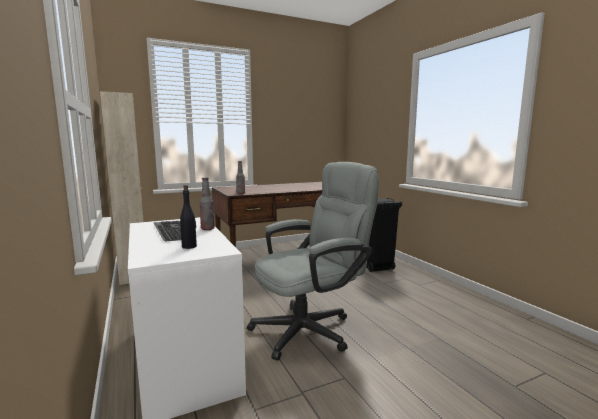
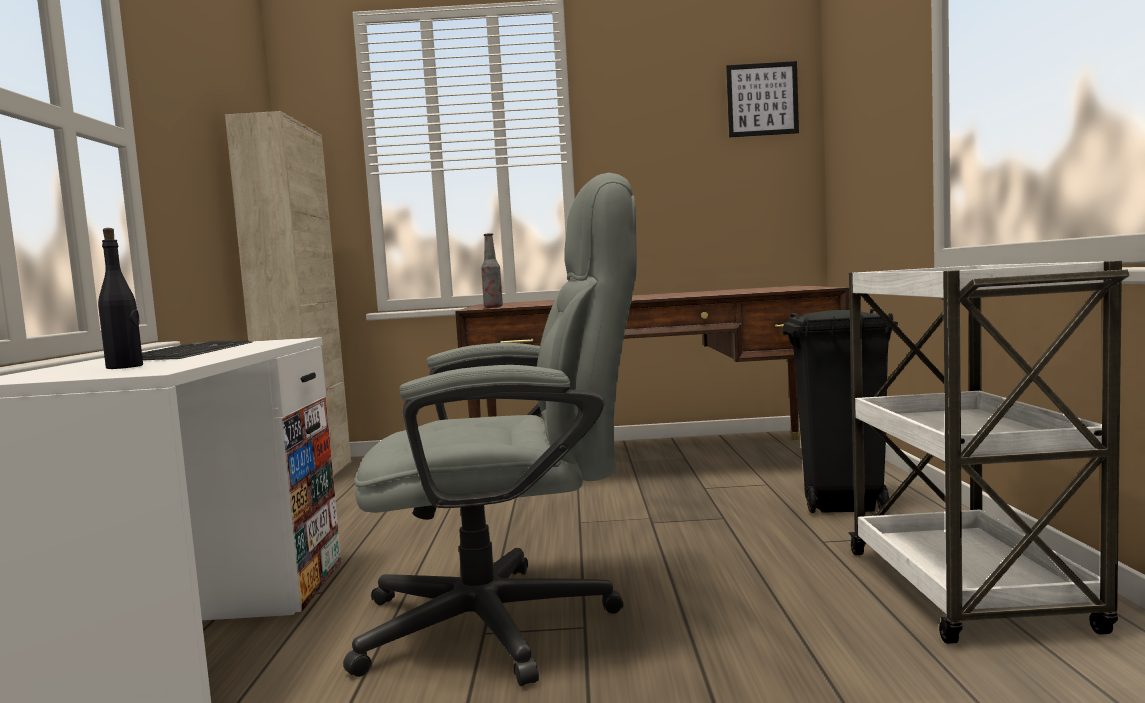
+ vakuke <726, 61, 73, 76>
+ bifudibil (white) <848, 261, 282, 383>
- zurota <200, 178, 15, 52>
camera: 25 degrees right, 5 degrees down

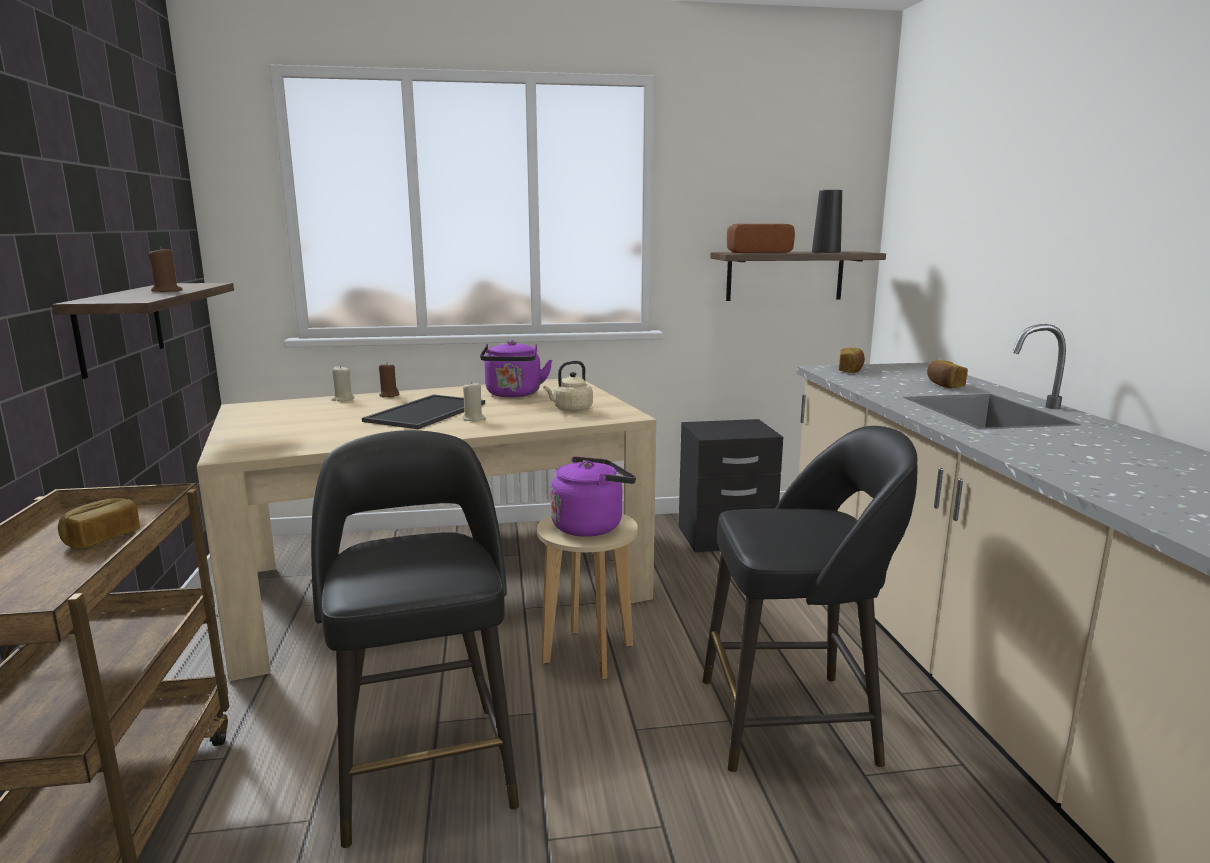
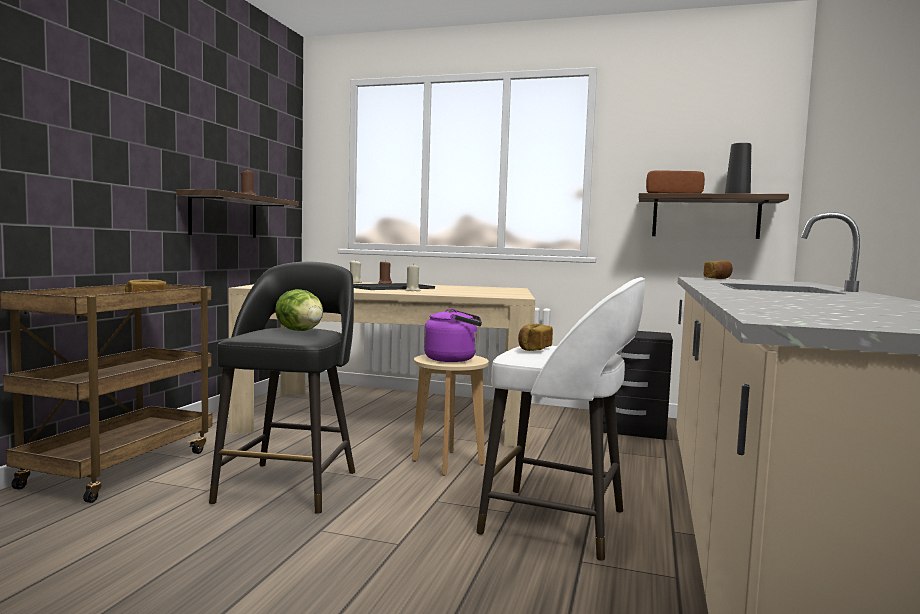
+ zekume <275, 289, 48, 42>
~ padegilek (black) <703, 426, 214, 346> to padegilek (white) <476, 277, 169, 284>
~ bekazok <927, 360, 41, 28> to <518, 324, 35, 27>
- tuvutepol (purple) <480, 340, 72, 57>
- tuvutepol (beige) <543, 361, 50, 51>
camera: 25 degrees right, 10 degrees down

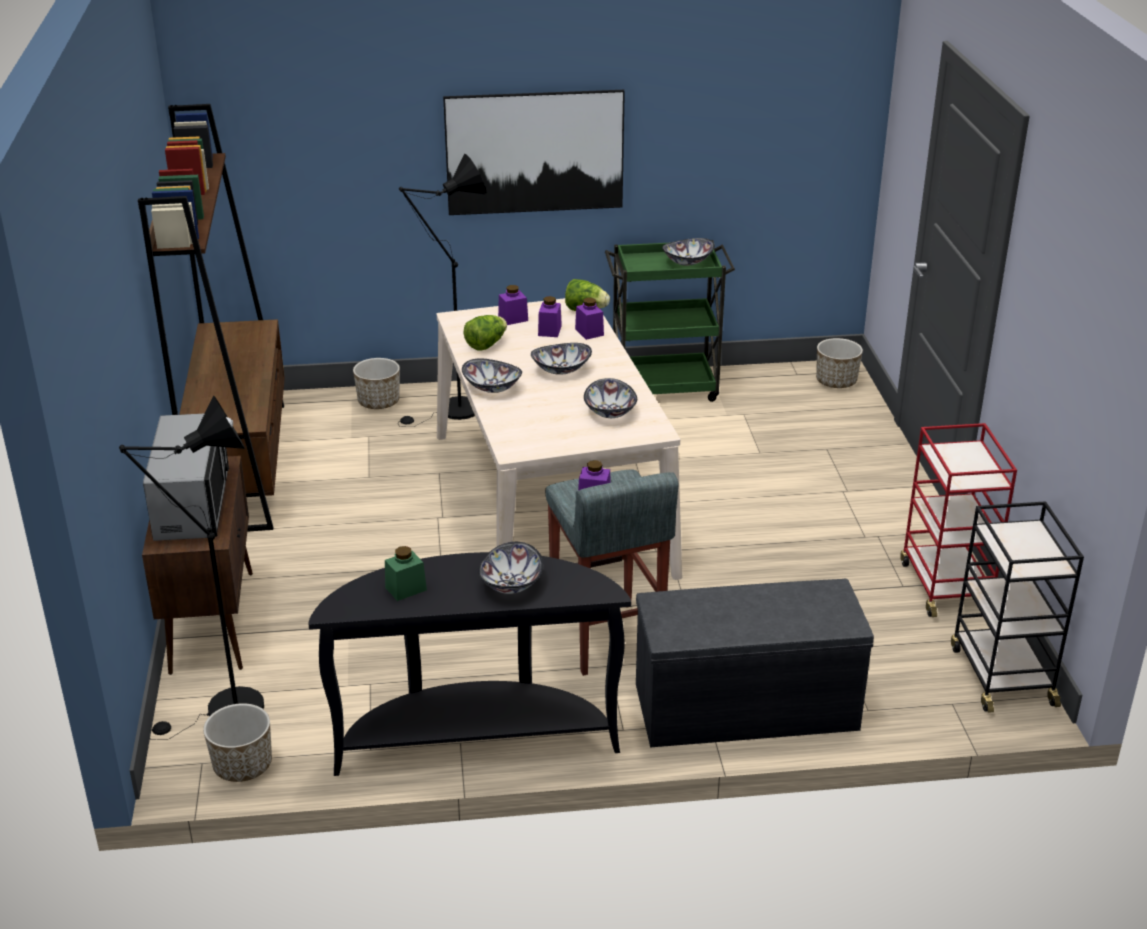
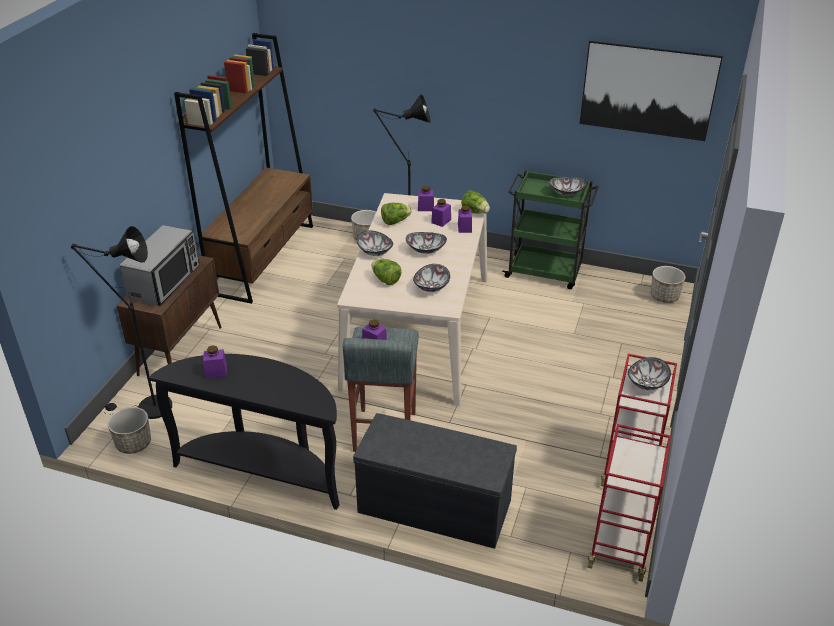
~ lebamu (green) <385, 546, 42, 55> to lebamu (purple) <203, 345, 24, 33>
+ zekume <371, 259, 30, 26>
~ vakuke <443, 90, 182, 125> to <580, 41, 143, 100>
~ bifudibil (black) <951, 501, 133, 212> to bifudibil (red) <588, 424, 83, 158>
~ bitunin <478, 542, 66, 52> to <628, 357, 43, 33>
camera: 25 degrees right, 5 degrees up

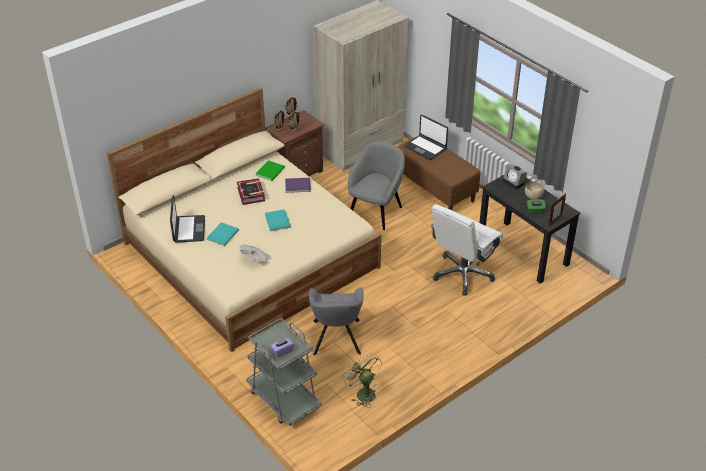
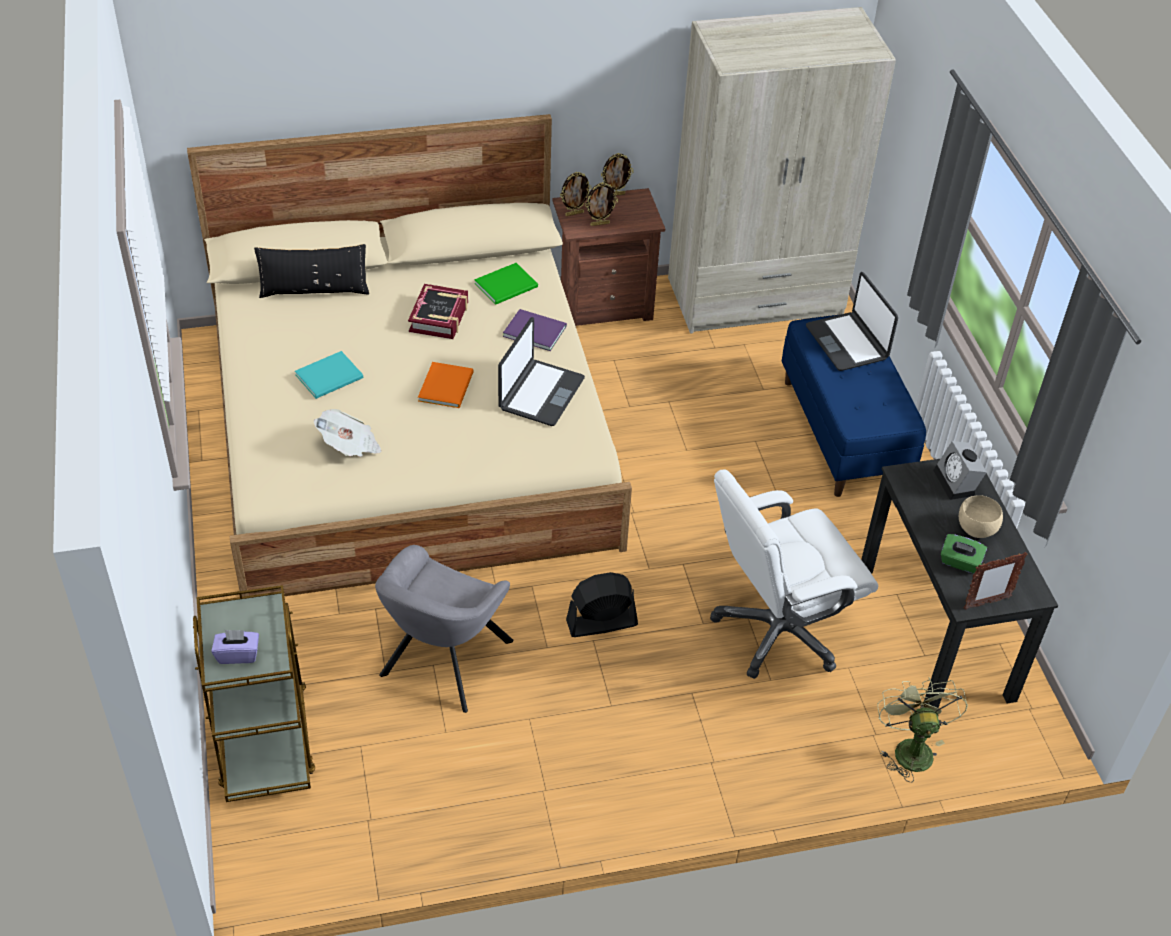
~ bifudibil (grey) <246, 318, 76, 108> to bifudibil (brown) <193, 585, 122, 217>
+ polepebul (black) <254, 244, 115, 54>
~ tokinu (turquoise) <265, 210, 26, 21> to tokinu (orange) <418, 362, 56, 46>
~ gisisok <170, 195, 35, 47> to <498, 317, 87, 109>
+ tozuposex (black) <566, 572, 72, 65>
~ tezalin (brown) <398, 138, 82, 72> to tezalin (blue) <782, 314, 144, 183>
~ tozuposex (green) <342, 353, 40, 55> to <877, 677, 91, 105>
- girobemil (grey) <348, 141, 57, 89>
camera: 25 degrees right, 5 degrees up

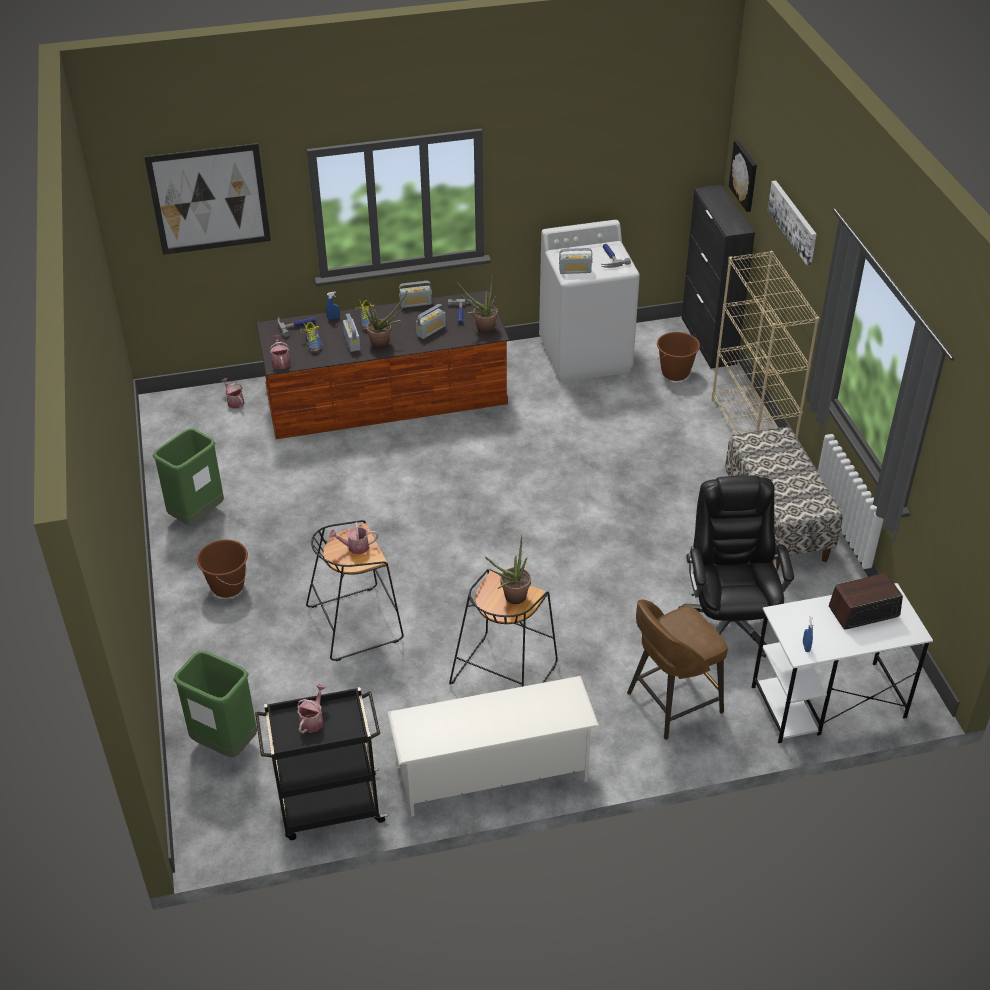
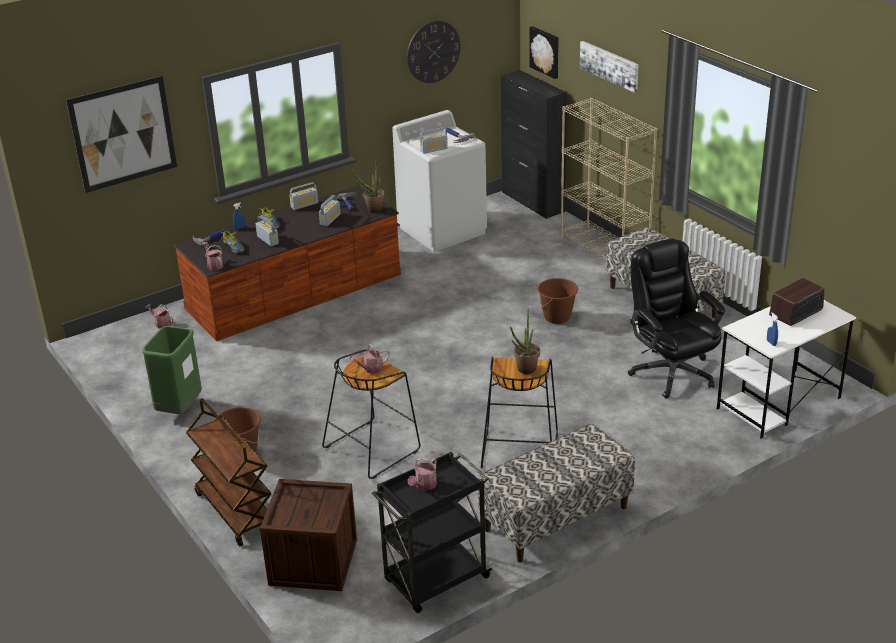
+ bifudibil (brown) <186, 398, 85, 148>
~ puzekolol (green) <174, 651, 83, 106> to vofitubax <260, 479, 97, 112>
+ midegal <407, 21, 54, 62>
~ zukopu <297, 684, 29, 49> = <408, 457, 29, 34> 150 degrees counterclockwise
~ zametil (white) <387, 676, 212, 140> to tezalin <478, 424, 157, 138>
~ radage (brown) <657, 332, 43, 49> to <537, 278, 41, 46>
- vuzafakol <366, 292, 41, 57>
- padegilek (brown) <627, 600, 101, 140>
camera: 20 degrees left, 10 degrees down

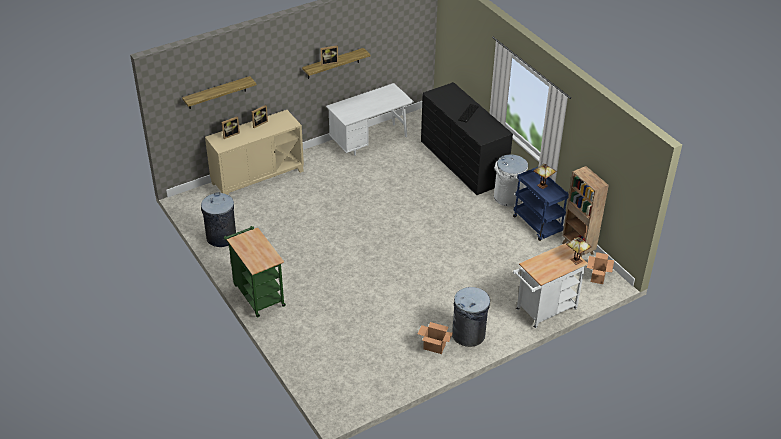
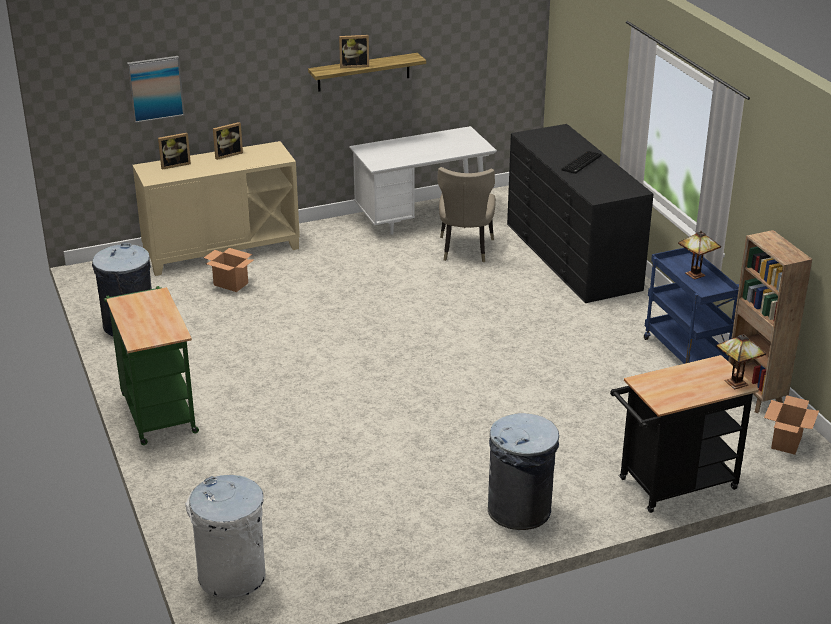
~ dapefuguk <182, 76, 74, 33> to vakuke <127, 56, 58, 67>
~ puzekolol (white) <494, 154, 34, 52> to <185, 475, 81, 124>
~ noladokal <418, 322, 35, 32> to <204, 248, 50, 44>
+ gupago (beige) <437, 167, 59, 95>
~ bifudibil (white) <513, 243, 75, 85> to bifudibil (black) <610, 355, 149, 158>
camera: 10 degrees right, 10 degrees down

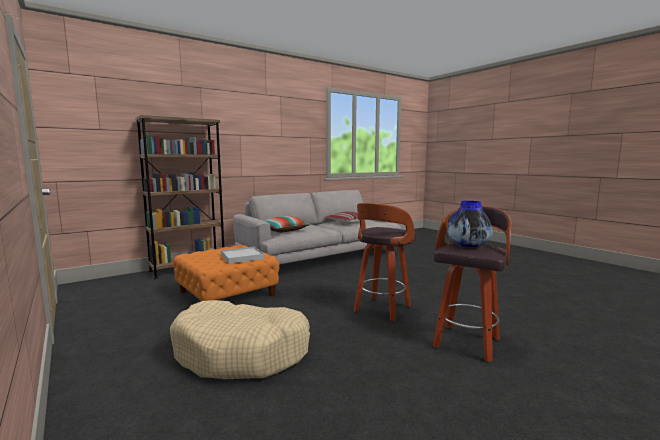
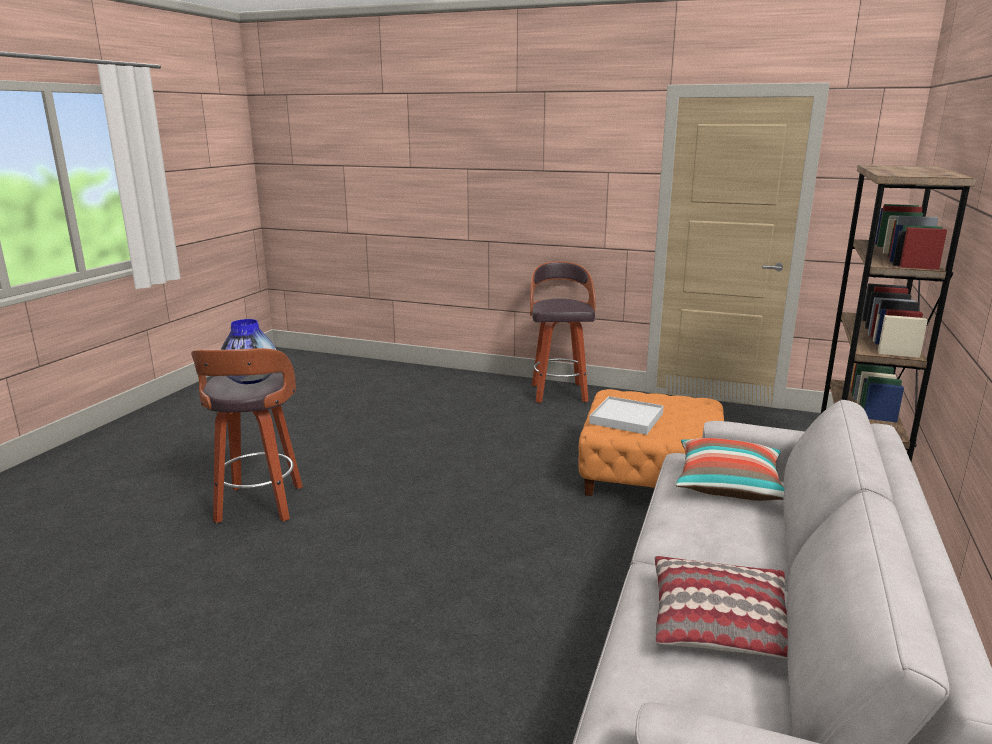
~ padegilek <354, 203, 62, 118> to <530, 261, 66, 142>
- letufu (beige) <170, 300, 140, 79>
camera: 145 degrees right, 10 degrees up

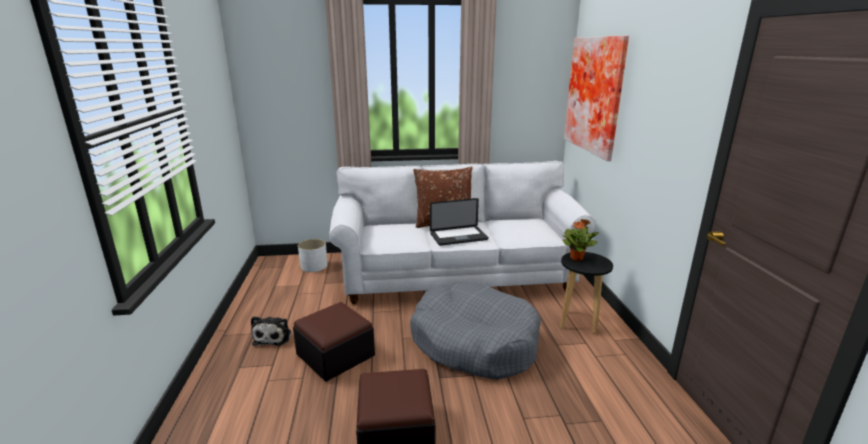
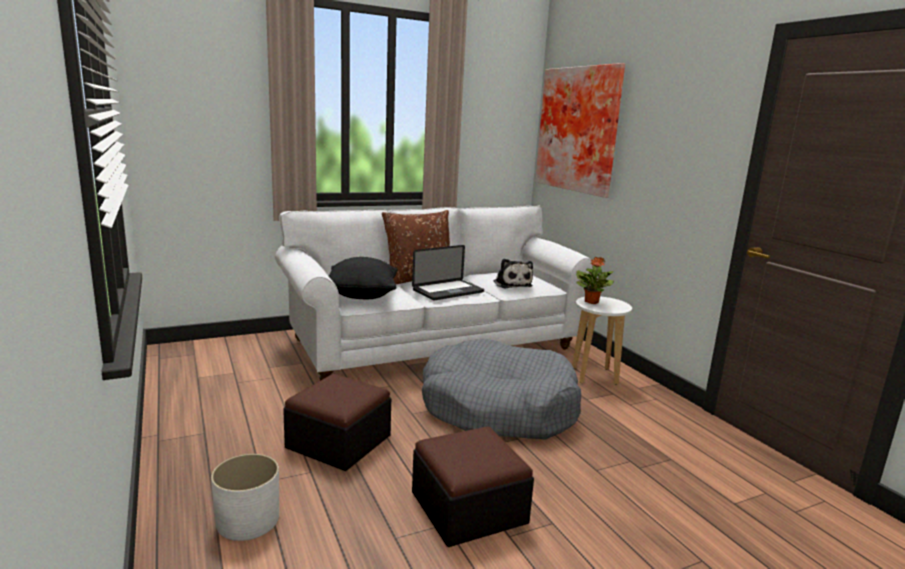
~ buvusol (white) <298, 239, 29, 33> to <211, 454, 68, 87>
+ polepebul (black) <329, 257, 69, 42>
~ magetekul <251, 316, 40, 30> to <494, 259, 39, 30>
~ padegilek (black) <560, 252, 53, 82> to padegilek (white) <572, 296, 60, 89>
camera: 20 degrees left, 5 degrees down

